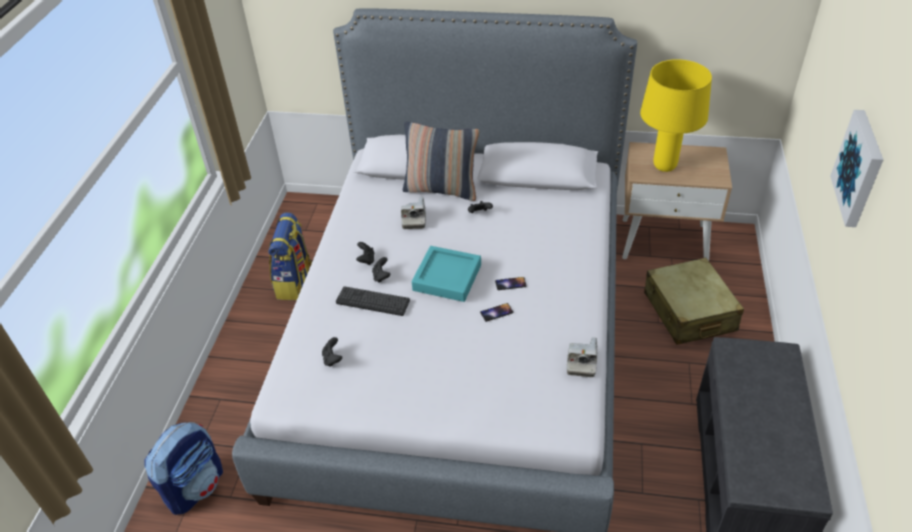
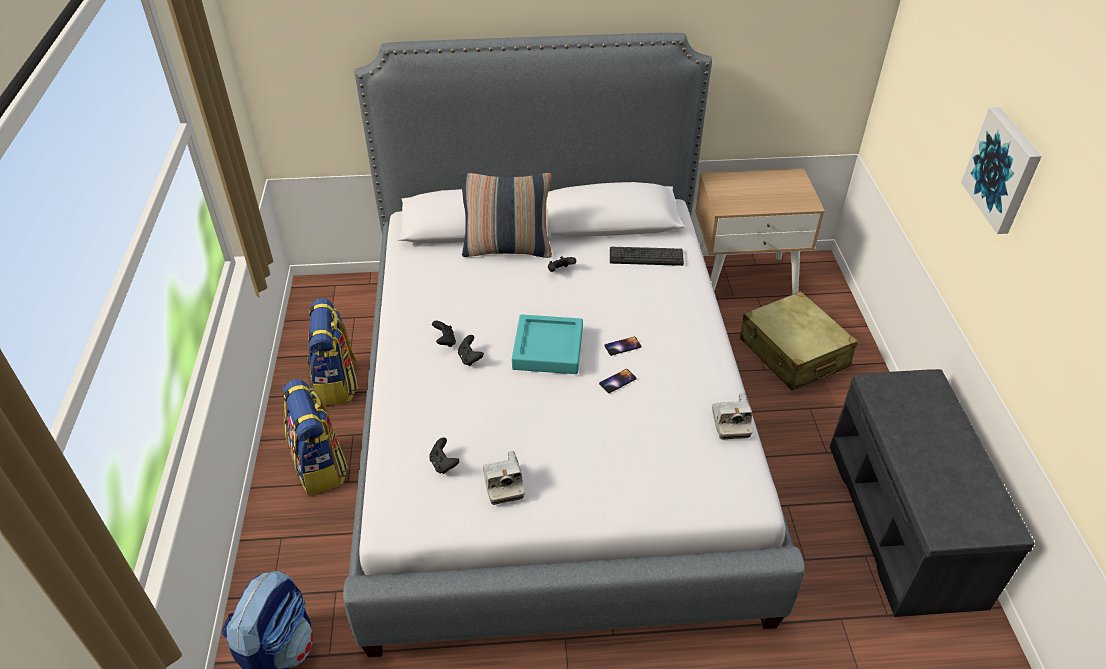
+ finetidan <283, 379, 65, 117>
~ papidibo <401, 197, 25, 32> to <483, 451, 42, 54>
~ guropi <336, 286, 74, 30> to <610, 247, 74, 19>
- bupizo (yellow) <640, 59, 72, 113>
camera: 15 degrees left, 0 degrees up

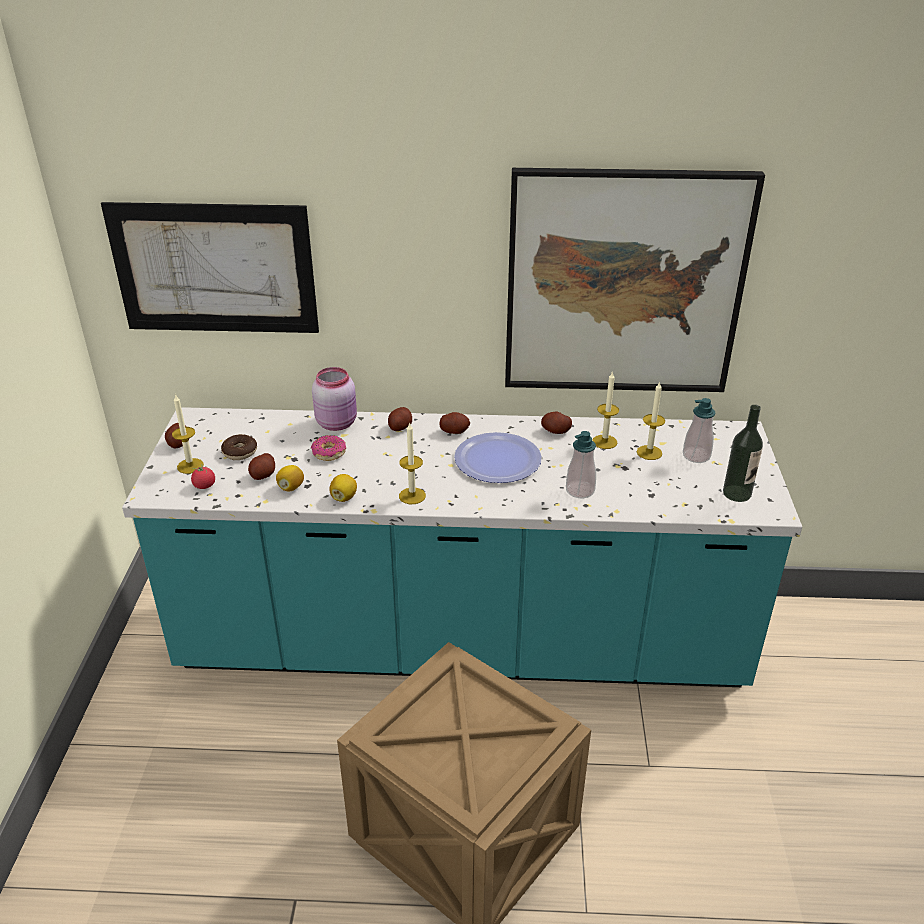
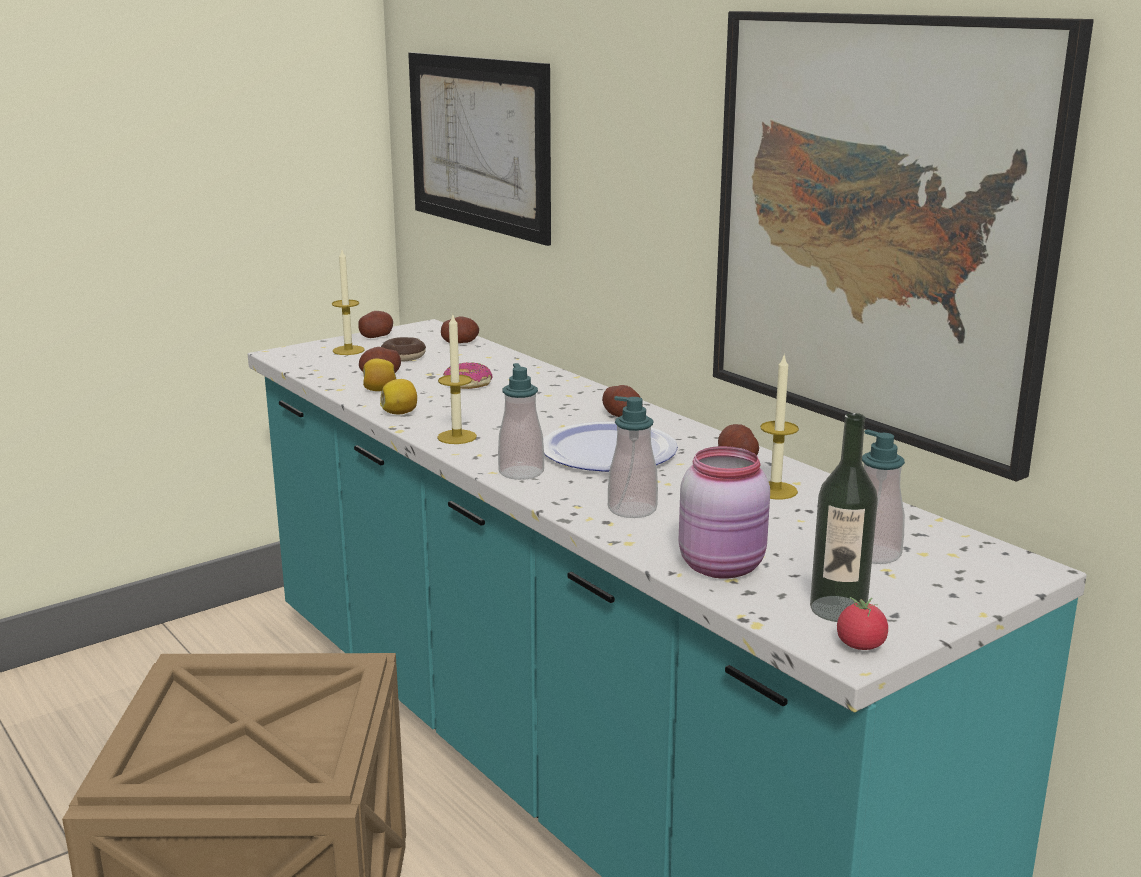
~ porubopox <388, 407, 24, 24> to <441, 317, 38, 26>
+ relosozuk <498, 363, 46, 117>
~ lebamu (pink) <312, 367, 45, 64> to <679, 446, 91, 133>
~ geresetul <191, 465, 24, 24> to <837, 597, 51, 53>
- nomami <637, 381, 28, 79>
camera: 50 degrees right, 15 degrees down

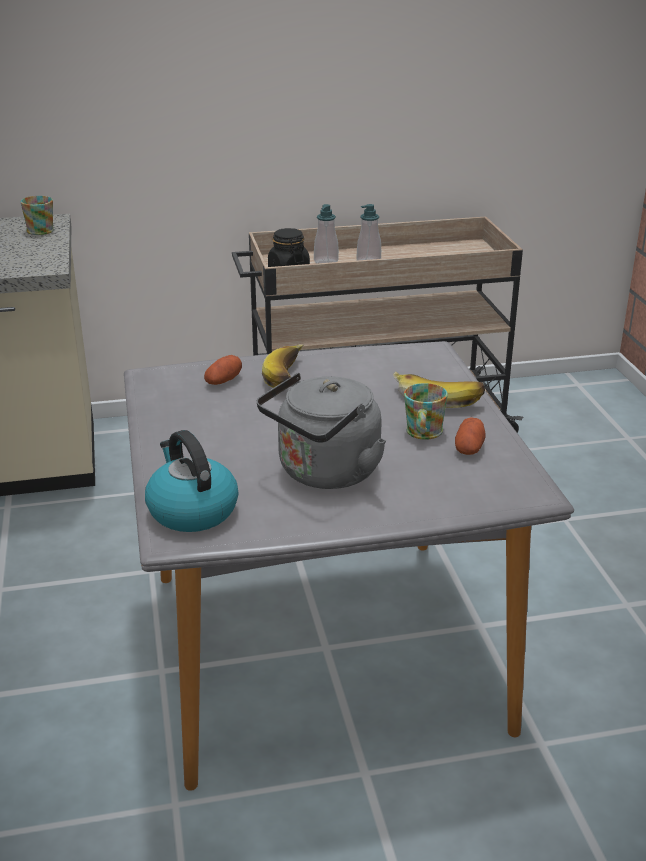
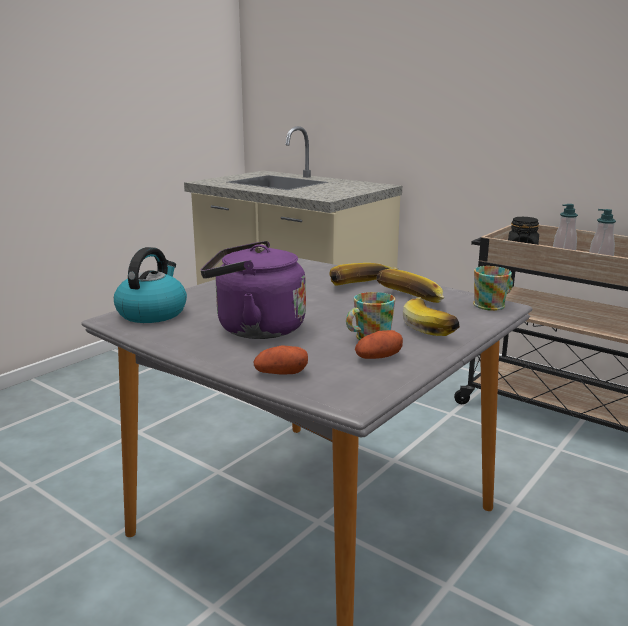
~ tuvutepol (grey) <257, 373, 129, 116> to tuvutepol (purple) <201, 241, 105, 98>
~ porubopox <204, 355, 38, 30> to <254, 346, 54, 28>
+ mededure <376, 269, 68, 34>
~ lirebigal <21, 196, 33, 39> to <473, 266, 40, 45>
camera: 50 degrees right, 10 degrees down

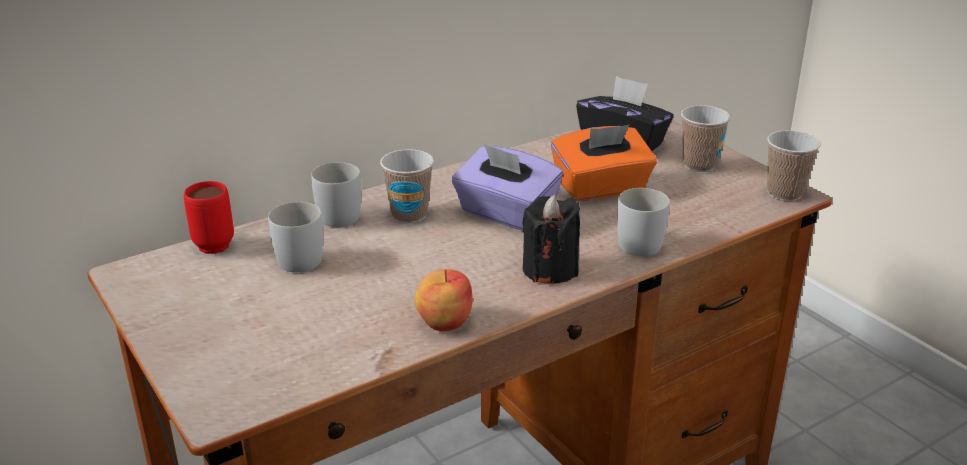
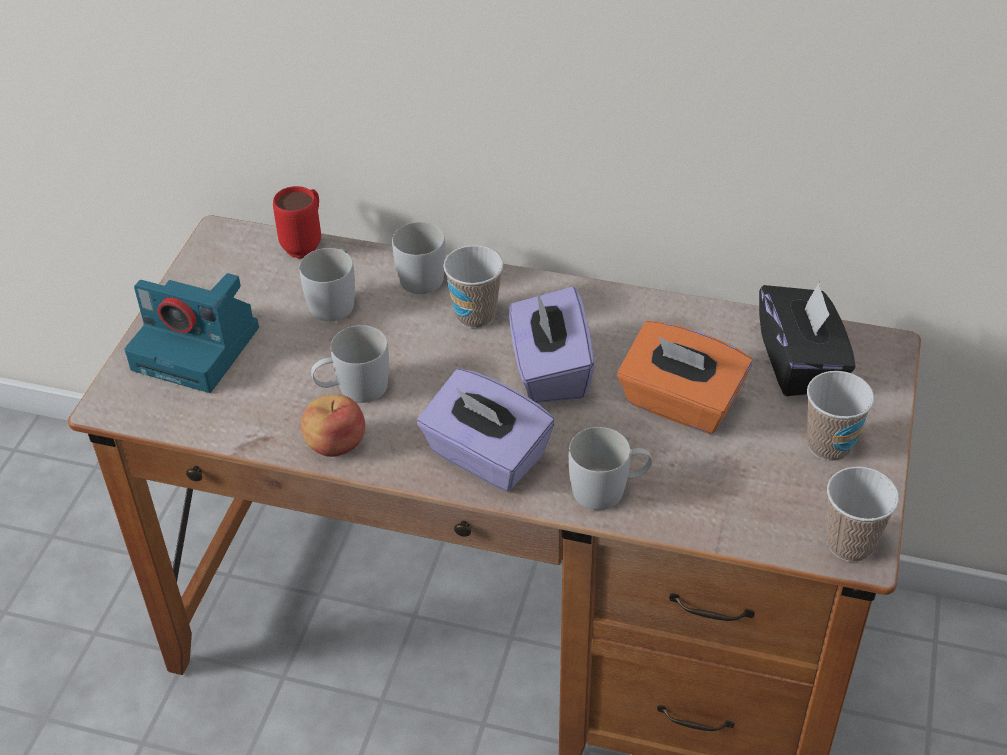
+ papidibo <124, 273, 135, 120>
+ lirebigal (white) <311, 325, 78, 78>
~ nomami (black) <522, 195, 58, 88> to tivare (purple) <417, 369, 138, 123>
camera: 50 degrees right, 15 degrees up

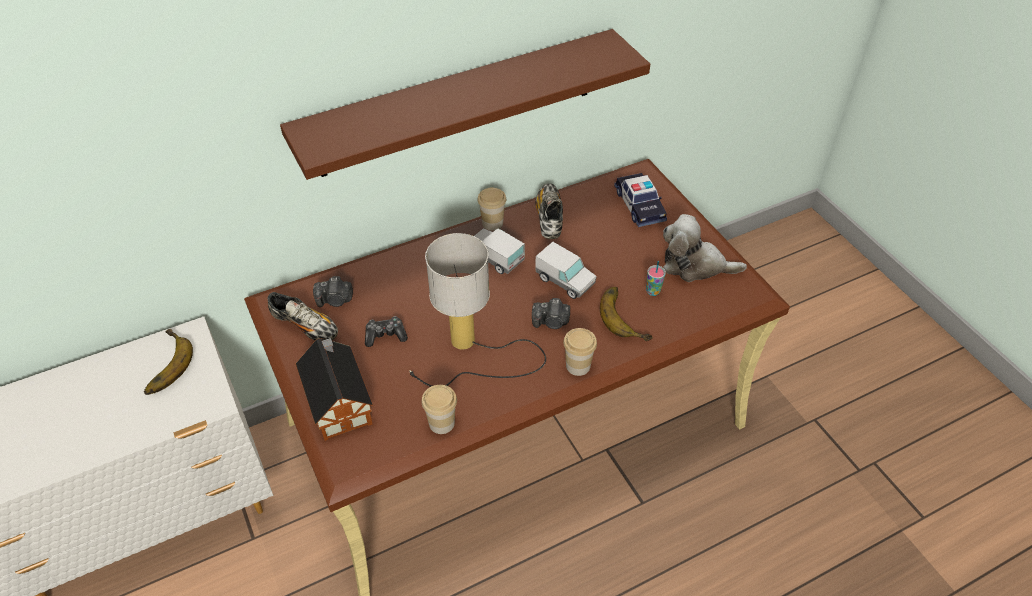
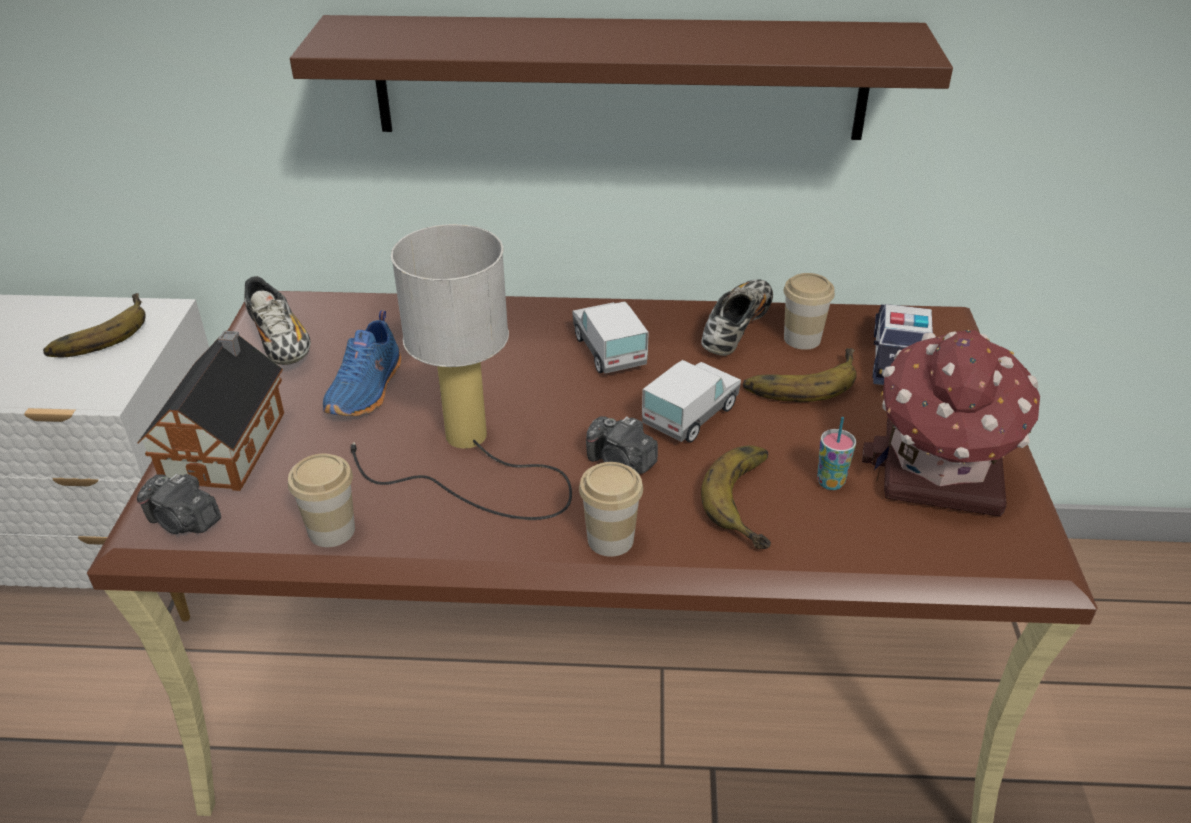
~ papidibo <313, 276, 40, 31> to <137, 474, 84, 60>
~ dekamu <365, 316, 43, 31> to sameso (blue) <323, 311, 78, 105>
~ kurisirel <535, 242, 62, 57> = <642, 360, 99, 83> 120 degrees counterclockwise
+ mededure <743, 348, 114, 54>
~ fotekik <478, 188, 28, 43> to <784, 273, 51, 77>
~ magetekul <663, 214, 84, 68> to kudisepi <862, 330, 178, 187>
camera: 30 degrees right, 10 degrees down

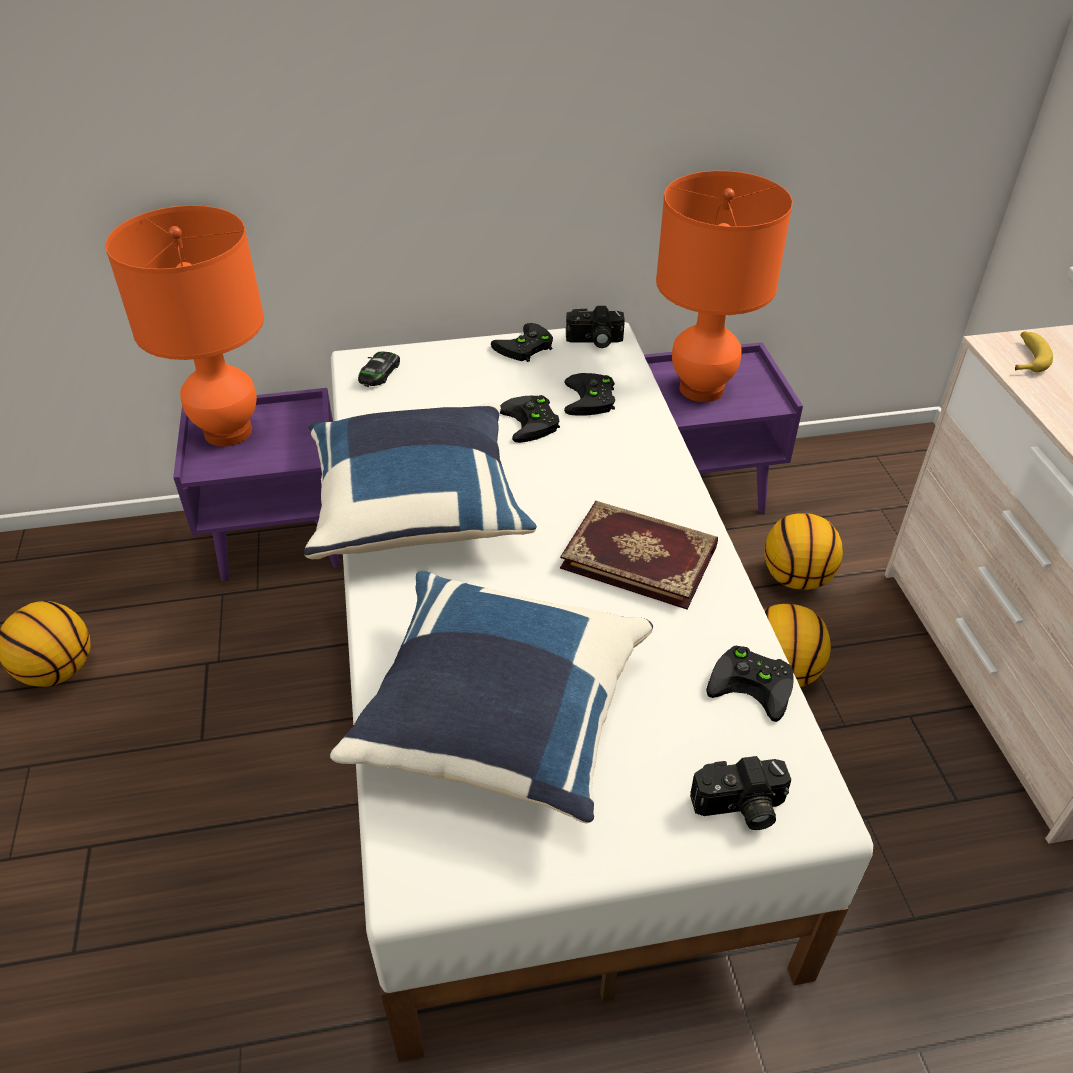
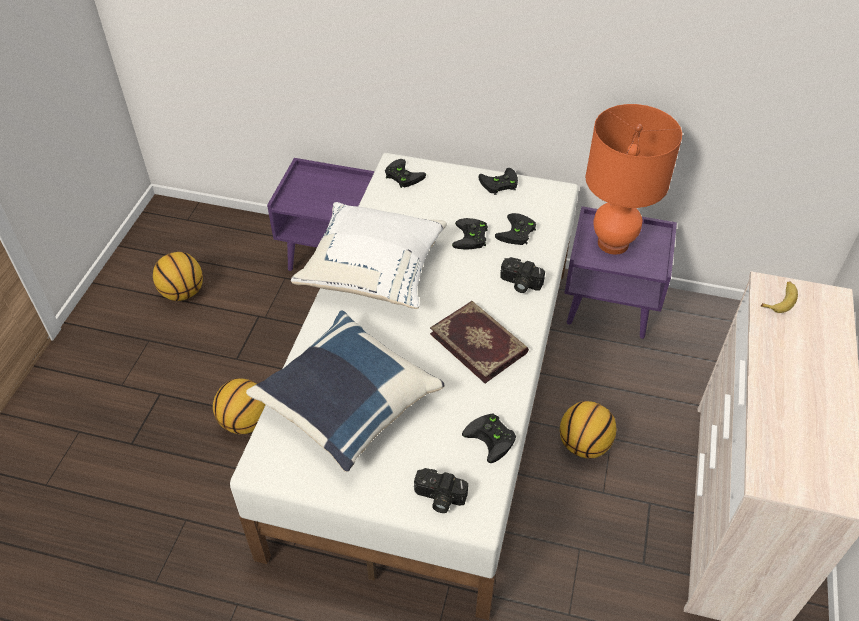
~ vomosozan <765, 513, 78, 77> to <213, 378, 52, 56>
~ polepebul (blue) <304, 402, 233, 157> to polepebul (white) <291, 202, 156, 107>
~ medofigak <358, 351, 42, 36> to dekamu (black) <385, 159, 41, 29>
~ papidibo <566, 306, 59, 42> to <500, 257, 45, 36>
- bupizo (orange) <105, 205, 159, 242>
camera: 25 degrees right, 5 degrees up

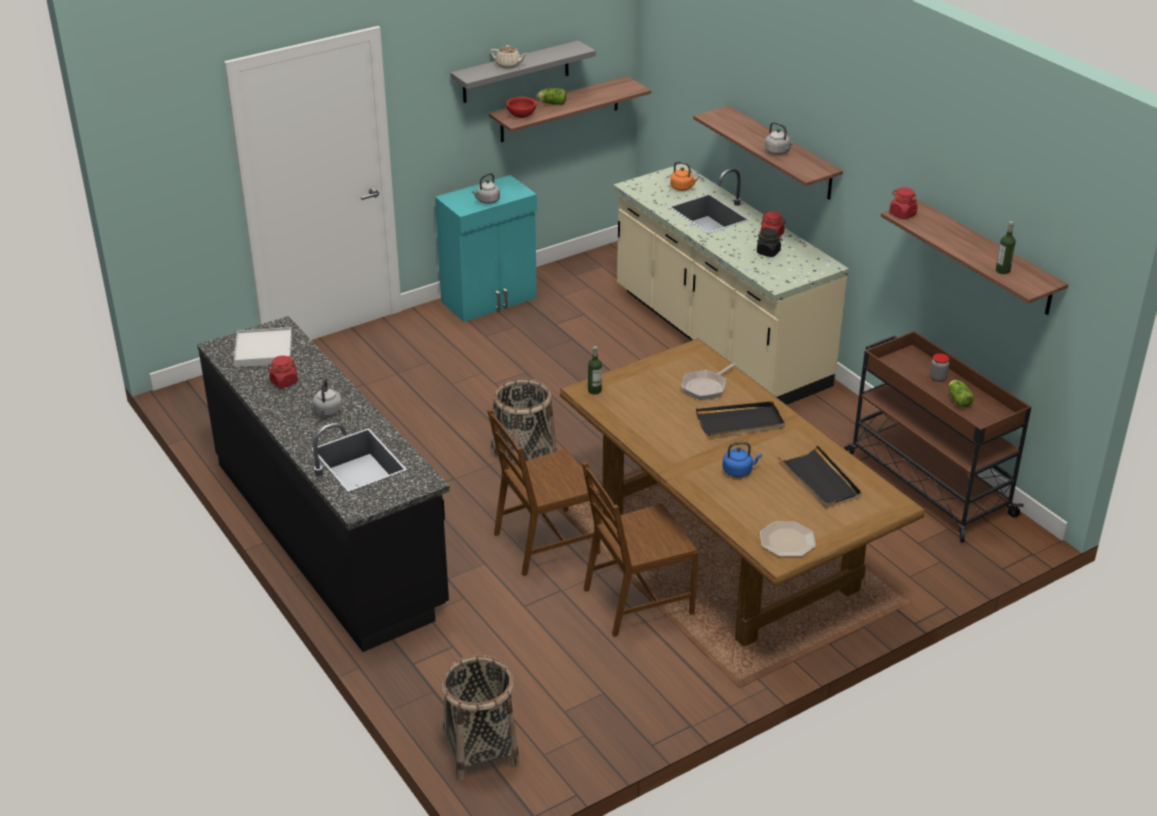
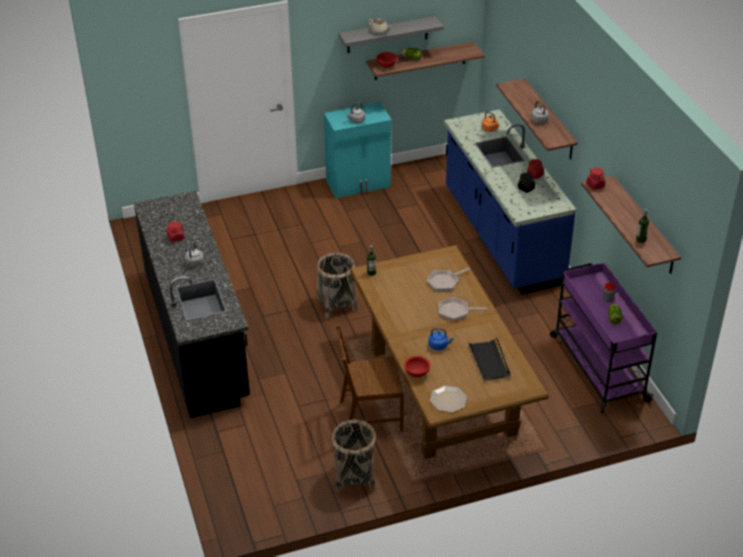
~ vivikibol <441, 655, 78, 125> to <332, 420, 44, 73>
+ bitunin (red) <404, 356, 26, 22>
~ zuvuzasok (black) <696, 401, 89, 35> to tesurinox <438, 297, 50, 24>
~ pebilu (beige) <613, 164, 236, 241> to pebilu (blue) <444, 109, 132, 186>
~ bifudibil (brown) <844, 331, 187, 211> to bifudibil (purple) <550, 263, 107, 151>
- zuvuzasok (white) <234, 327, 58, 40>
- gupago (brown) <487, 409, 114, 167>
camera: 15 degrees right, 5 degrees up

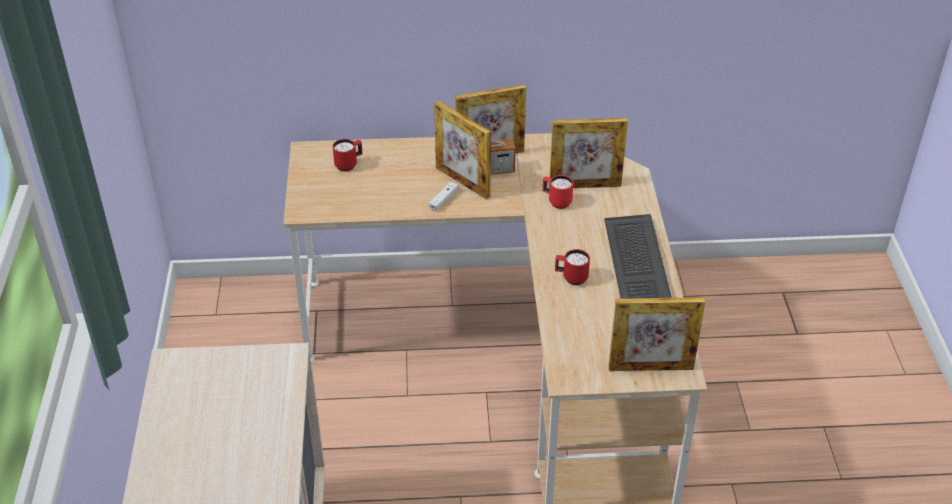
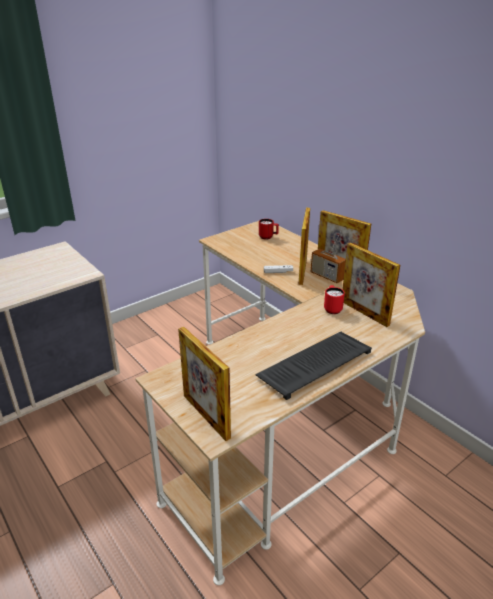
- lirebigal (red) <555, 249, 35, 36>
camera: 55 degrees right, 10 degrees down

